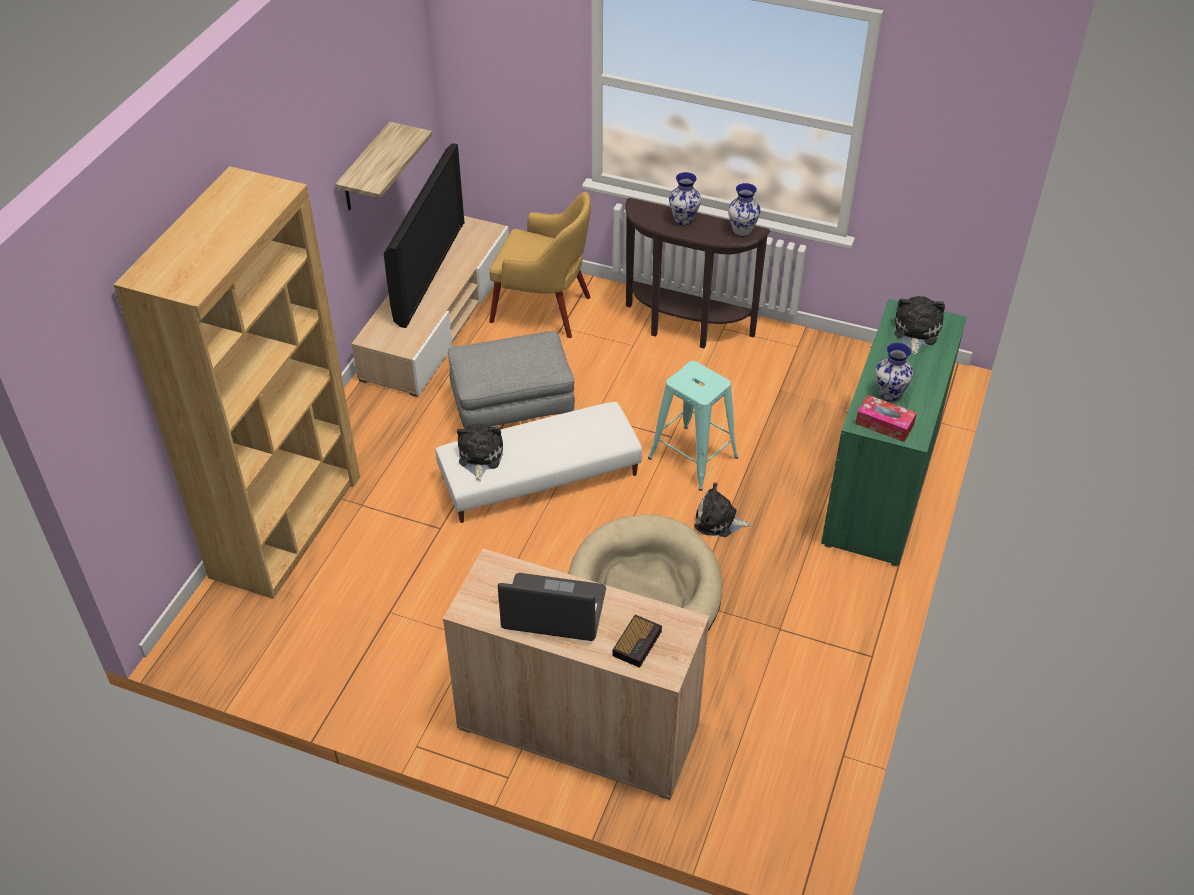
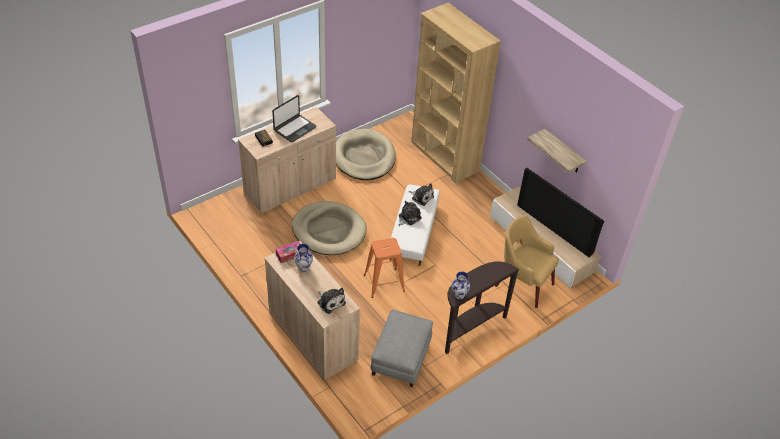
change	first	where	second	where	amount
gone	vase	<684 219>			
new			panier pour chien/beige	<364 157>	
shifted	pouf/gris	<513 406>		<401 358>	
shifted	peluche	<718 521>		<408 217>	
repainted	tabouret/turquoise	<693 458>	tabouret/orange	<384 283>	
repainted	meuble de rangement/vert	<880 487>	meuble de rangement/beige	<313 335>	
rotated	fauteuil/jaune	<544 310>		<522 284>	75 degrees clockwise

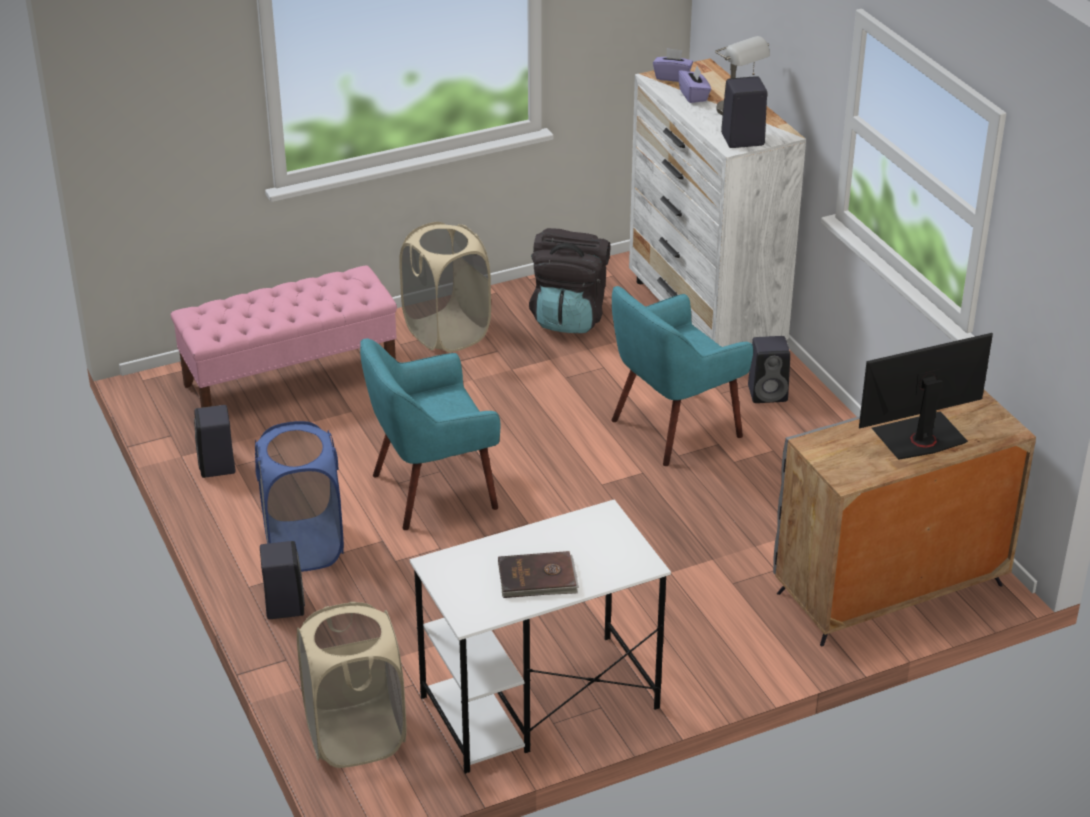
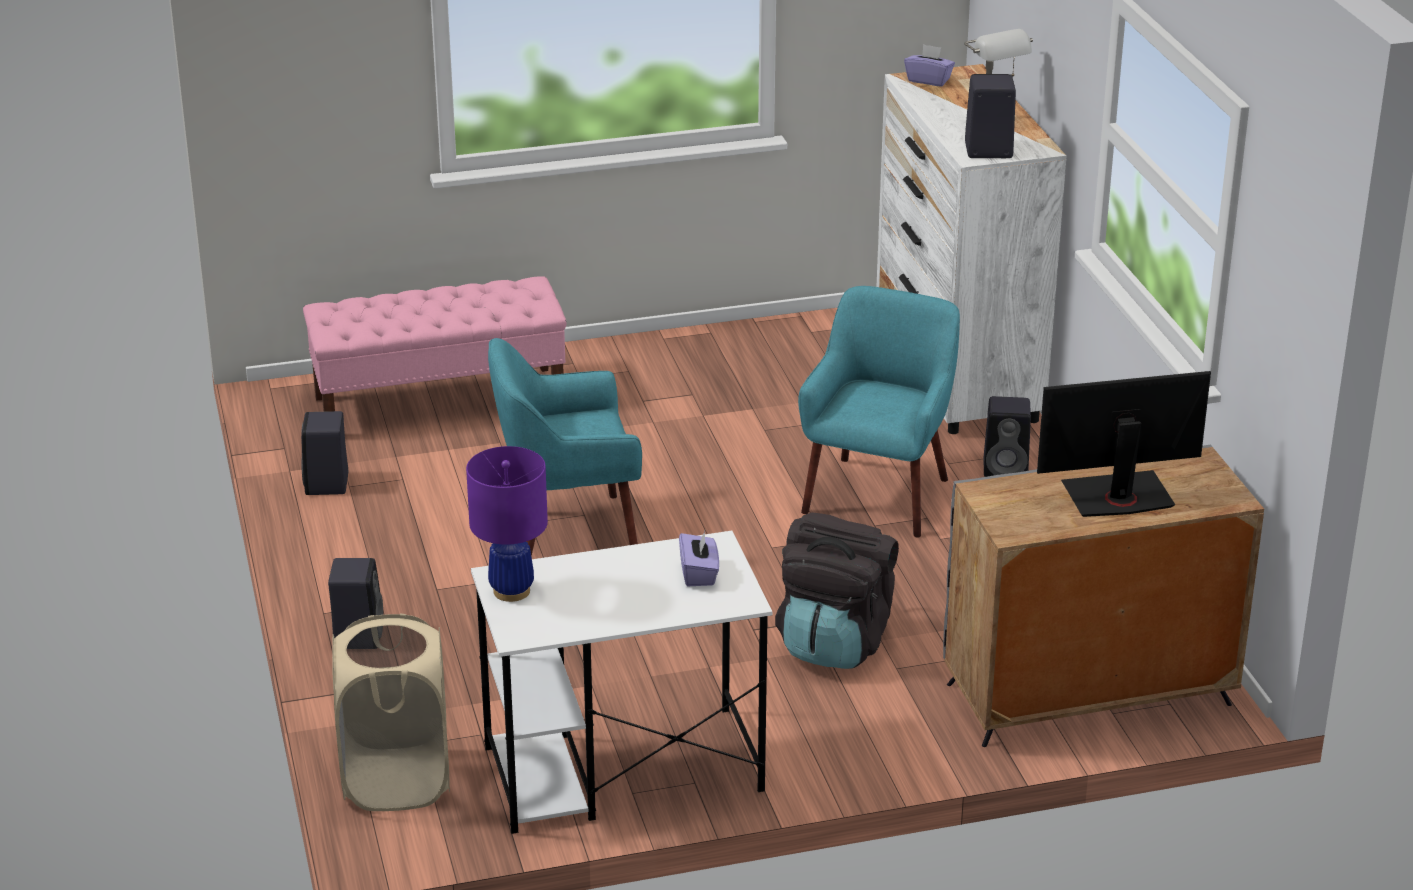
change	first	where	second	where	amount
gone	panier à linge/bleu	<303 546>			
gone	panier à linge/beige	<446 332>			
gone	livre/marron	<537 579>			
new			lampe de table/violet	<511 591>	
shifted	sac à dos/noir	<569 317>		<835 641>	
shifted	boîte à mouchoirs/violet	<693 95>		<699 573>	
rotated	fauteuil/turquoise	<674 427>		<878 495>	135 degrees clockwise

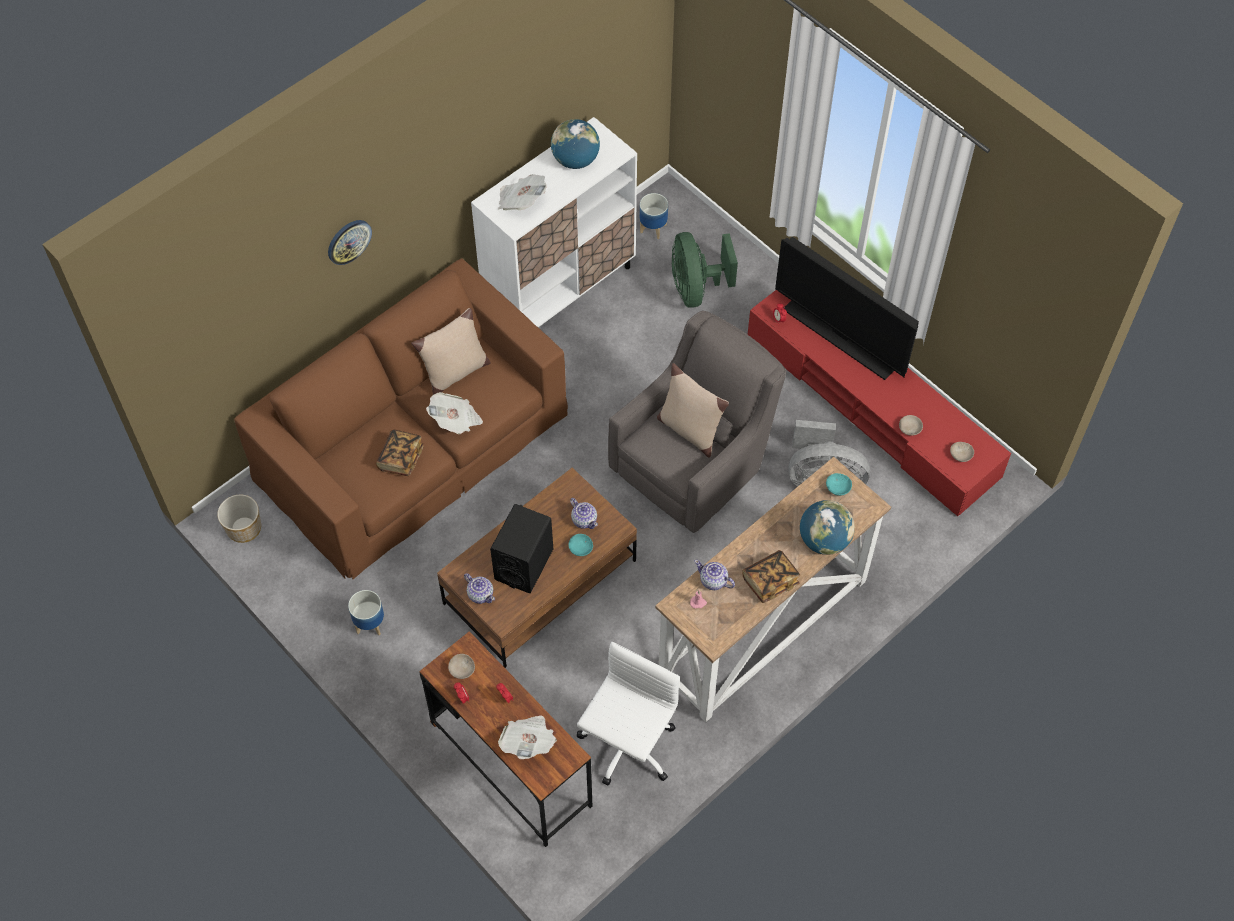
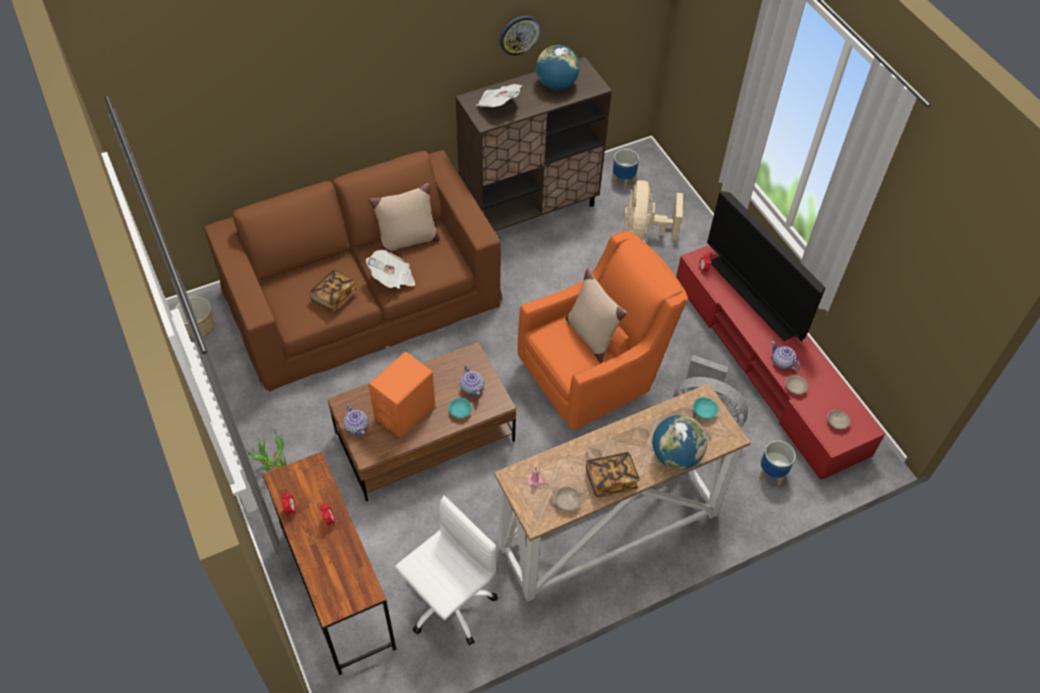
change	first	where	second	where	amount
gone	journal	<529 742>			
new			plante en pot	<272 466>	
shifted	horloge murale	<348 241>		<519 34>	
shifted	cache-pot	<369 624>		<771 473>	
shifted	bol/beige	<461 669>		<566 502>	
shifted	théière	<713 581>		<782 363>	
repainted	meuble de rangement/blanc	<560 290>	meuble de rangement/marron	<530 209>	
repainted	enceinte/noir	<524 564>	enceinte/orange	<405 411>	
repainted	fauteuil/gris	<694 465>	fauteuil/orange	<594 374>	
repainted	ventilateur/vert	<696 288>	ventilateur/beige	<643 234>	

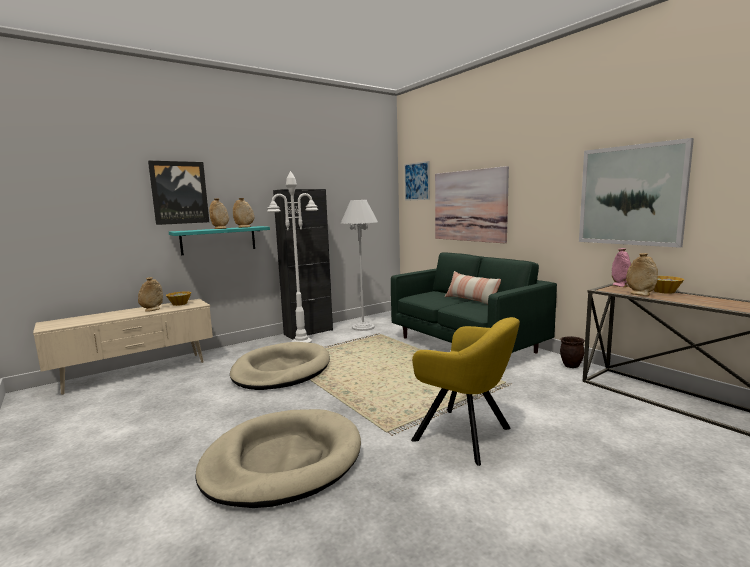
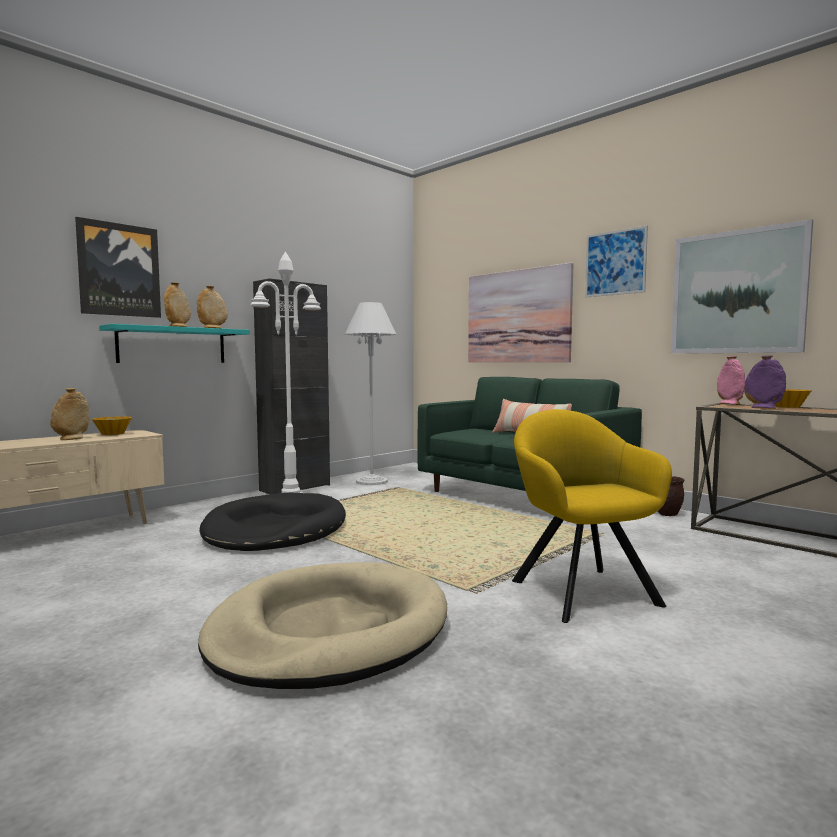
change	first	where	second	where	amount
shifted	tableau	<417 181>		<615 263>	
repainted	panier pour chien/beige	<281 370>	panier pour chien/noir	<275 529>	
repainted	vase/beige	<640 294>	vase/violet	<763 408>	
rotated	fauteuil/jaune	<467 436>		<580 589>	135 degrees counterclockwise

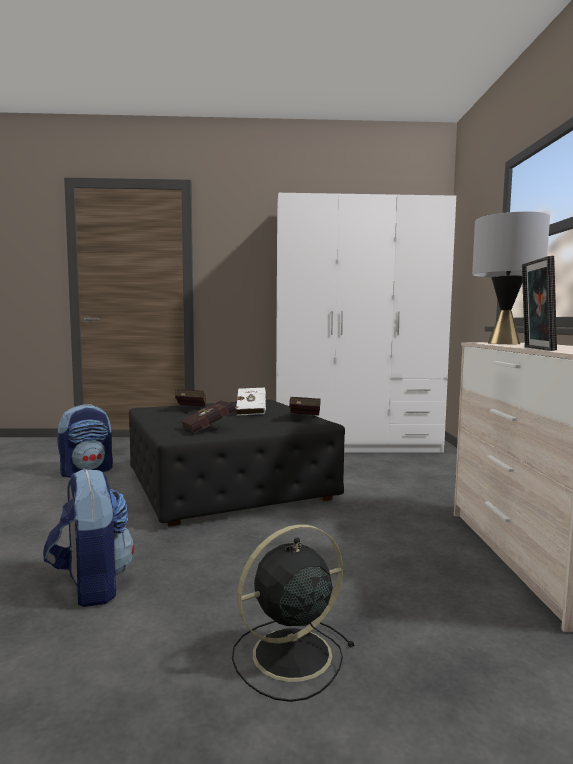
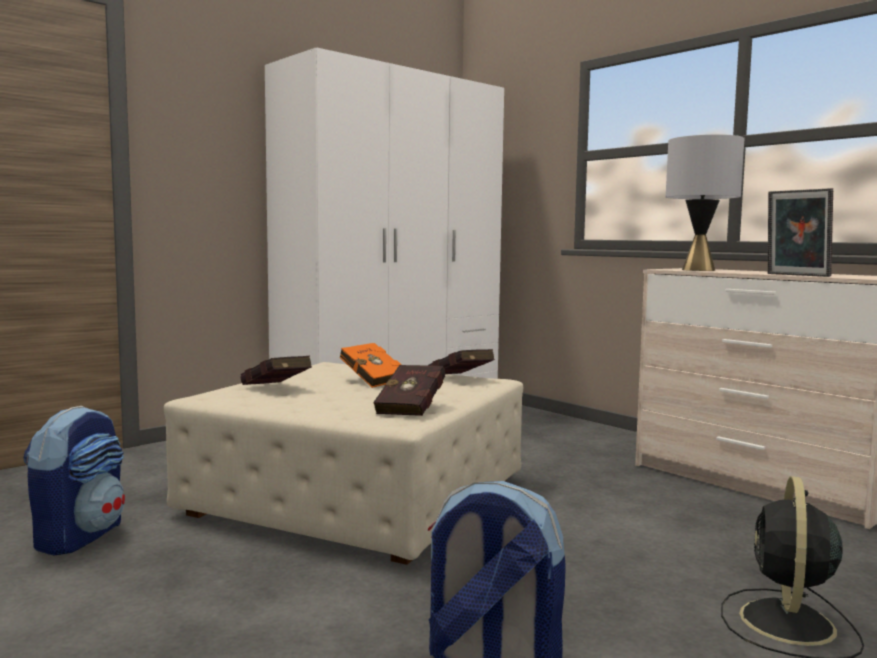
change	first	where	second	where	amount
repainted	pouf/noir	<230 486>	pouf/beige	<360 496>	
repainted	livre/blanc	<252 412>	livre/orange	<372 380>	

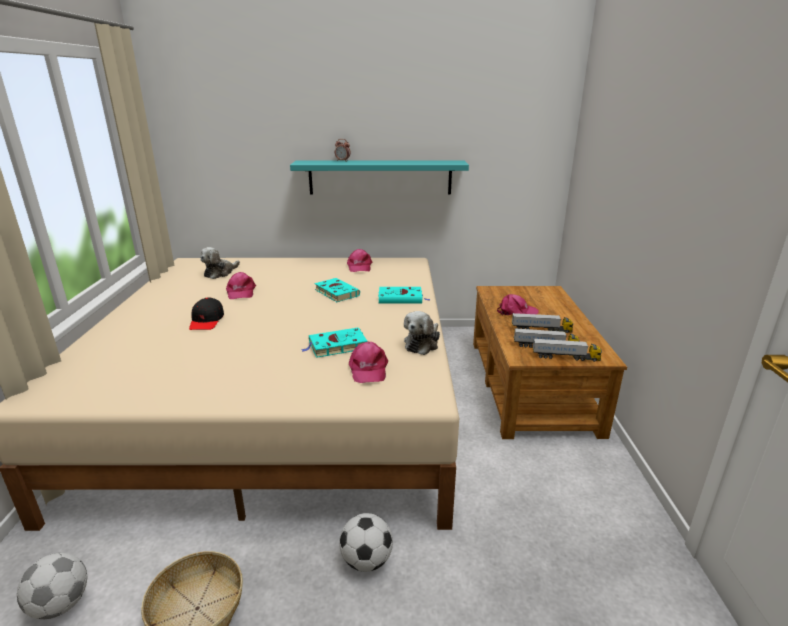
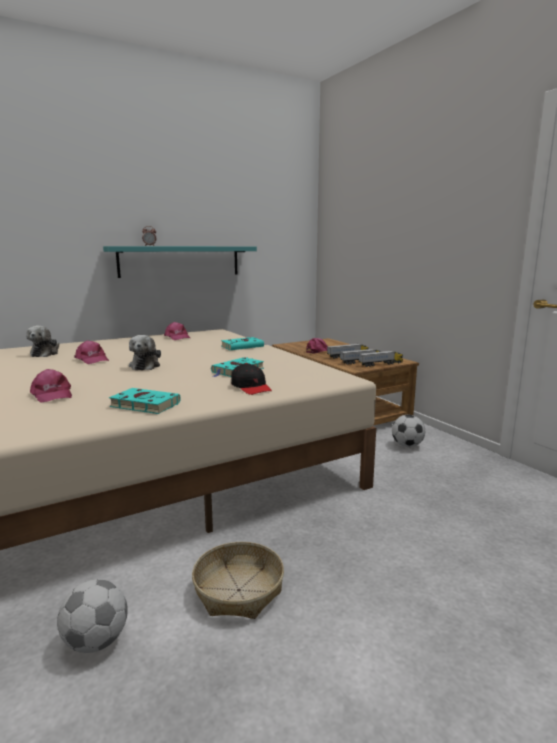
change	first	where	second	where	amount
shifted	casquette/noir	<207 321>		<251 387>	
shifted	livre/turquoise	<336 292>		<143 405>	
shifted	ballon de foot	<366 560>		<407 445>	
shifted	casquette/rose	<368 369>		<51 394>	
shifted	peluche	<422 343>		<145 366>	

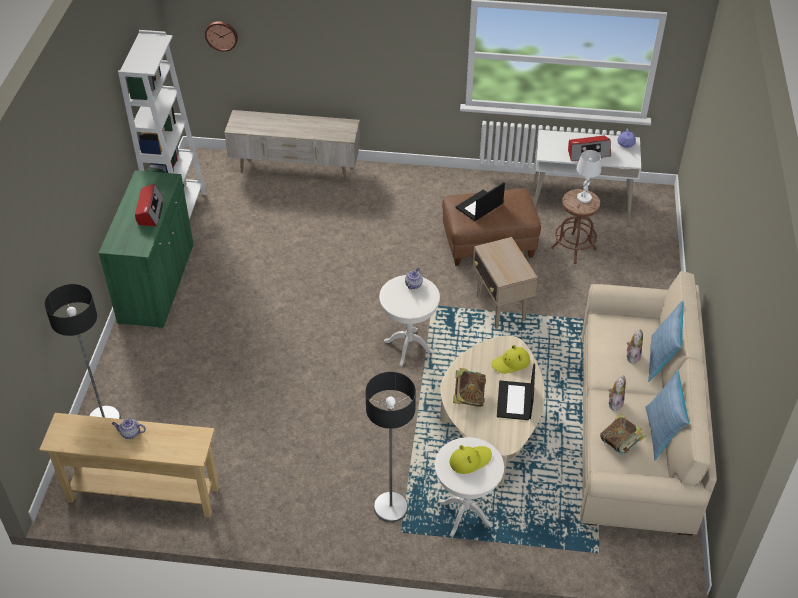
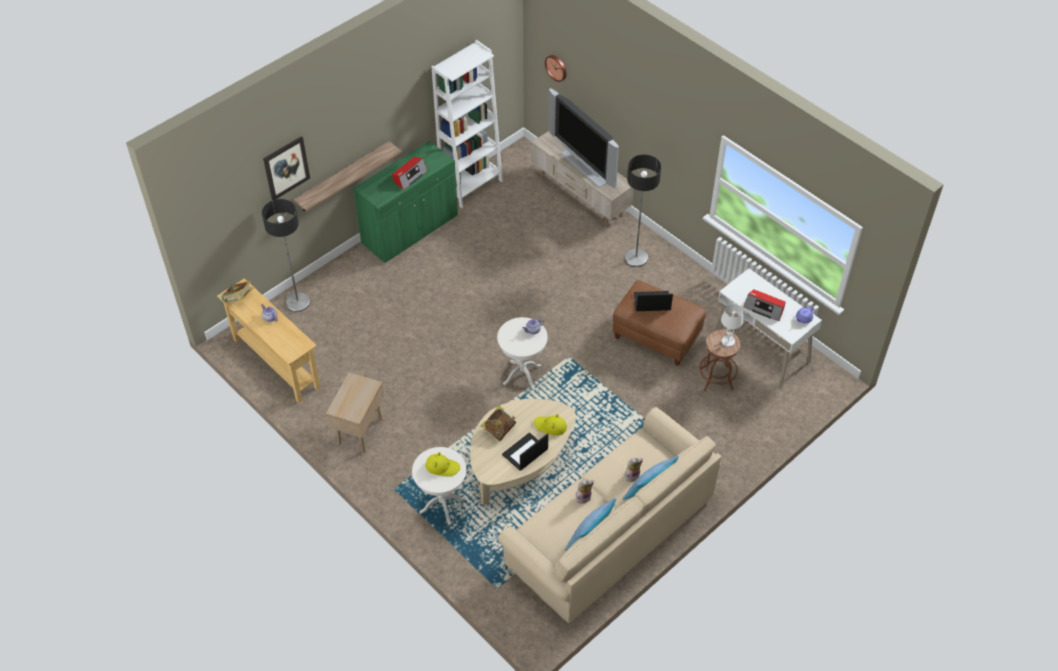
change	first	where	second	where	amount
new			tableau	<286 168>	
new			étagère	<343 177>	
new			téléviseur	<586 166>	
shifted	lampadaire	<390 507>		<635 258>	
shifted	table d'appoint/beige	<500 308>		<359 432>	
shifted	livre	<620 444>		<239 300>	

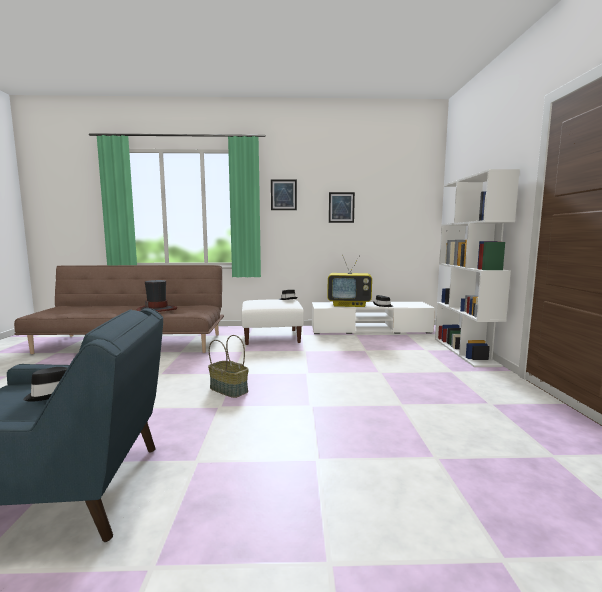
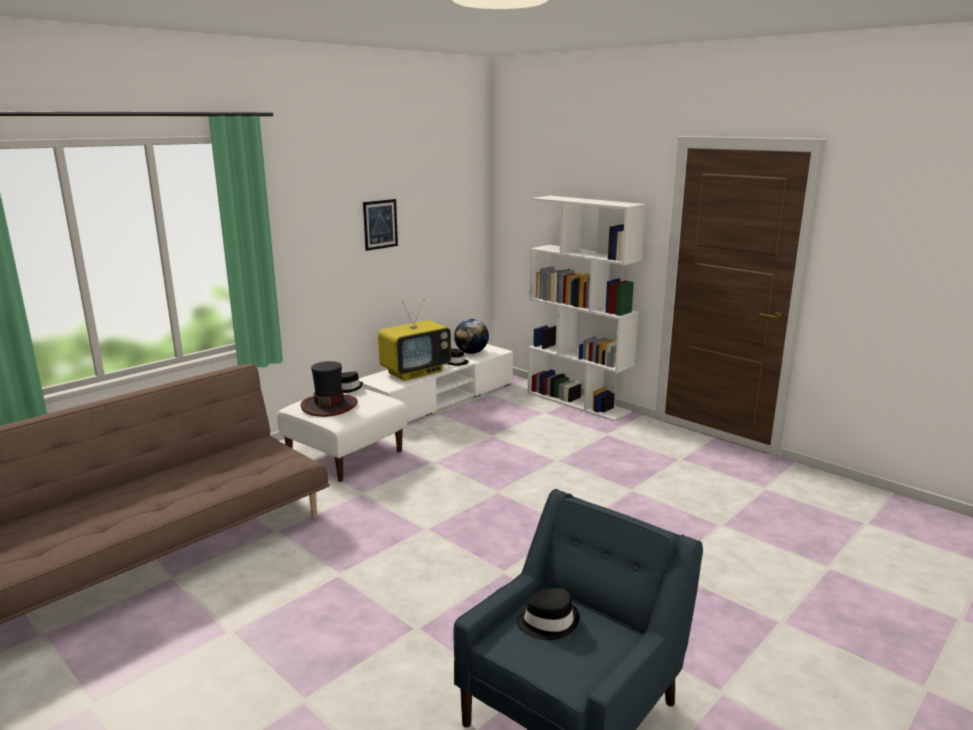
change	first	where	second	where	amount
gone	panier	<229 390>			
gone	tableau	<283 195>			
new			globe	<471 352>	
shifted	chapeau	<157 309>		<329 405>	

